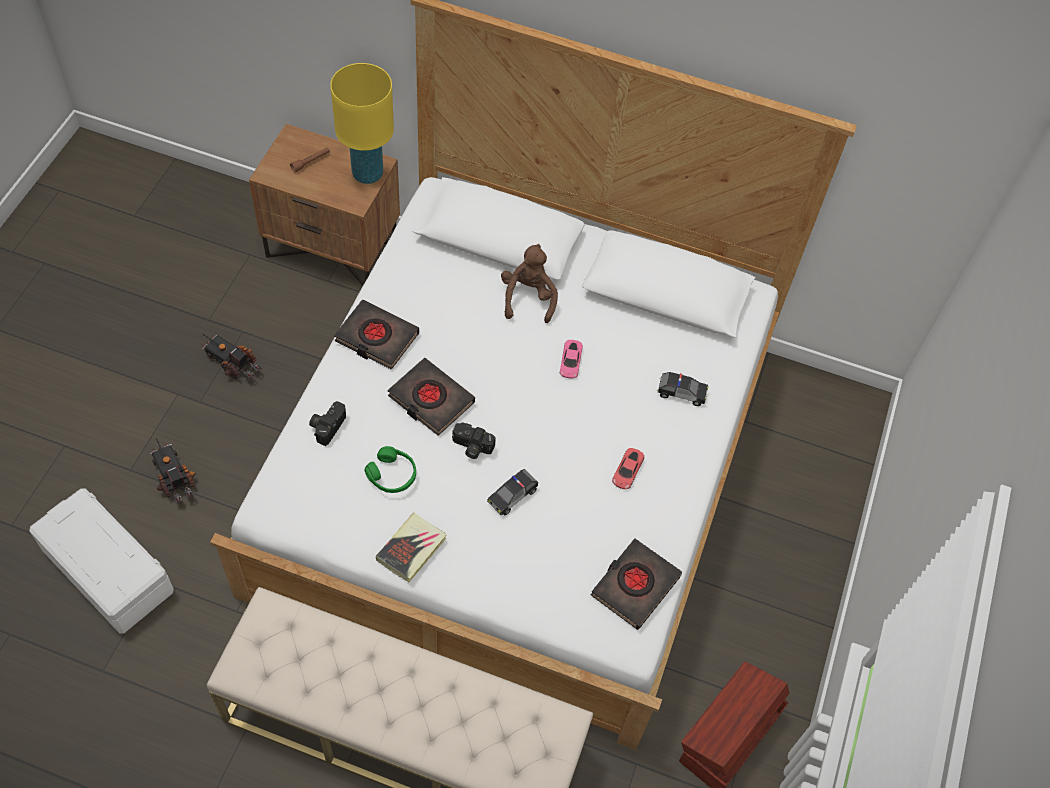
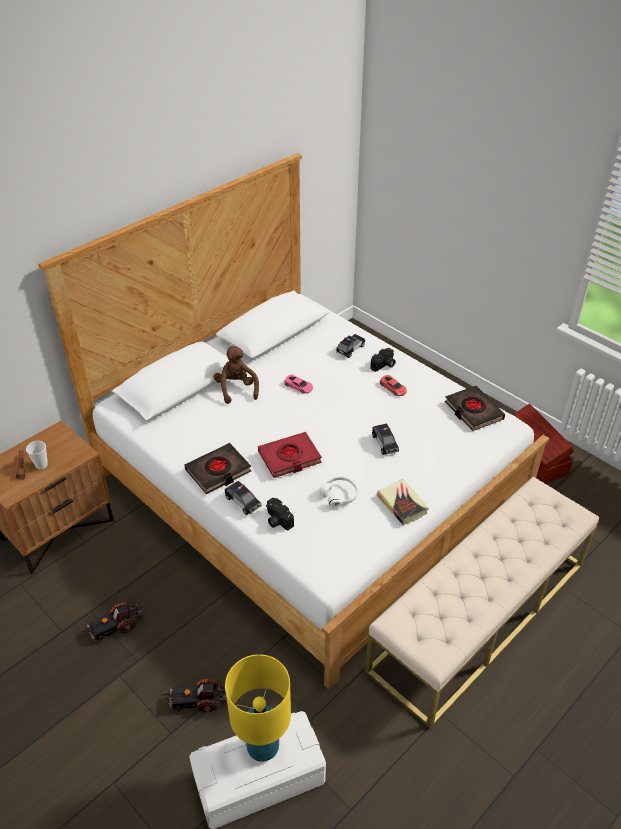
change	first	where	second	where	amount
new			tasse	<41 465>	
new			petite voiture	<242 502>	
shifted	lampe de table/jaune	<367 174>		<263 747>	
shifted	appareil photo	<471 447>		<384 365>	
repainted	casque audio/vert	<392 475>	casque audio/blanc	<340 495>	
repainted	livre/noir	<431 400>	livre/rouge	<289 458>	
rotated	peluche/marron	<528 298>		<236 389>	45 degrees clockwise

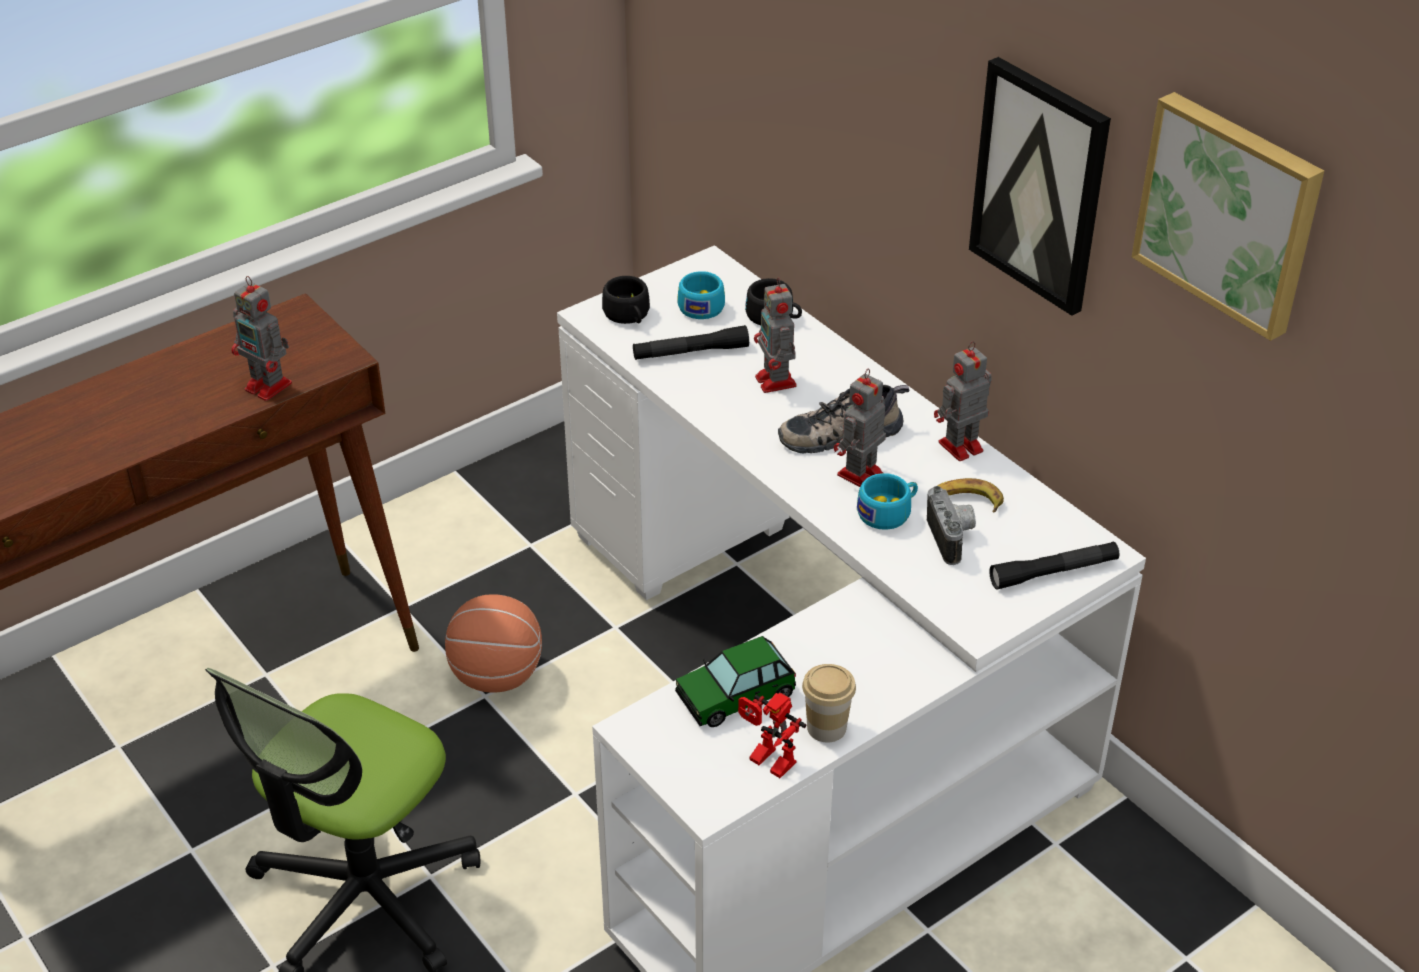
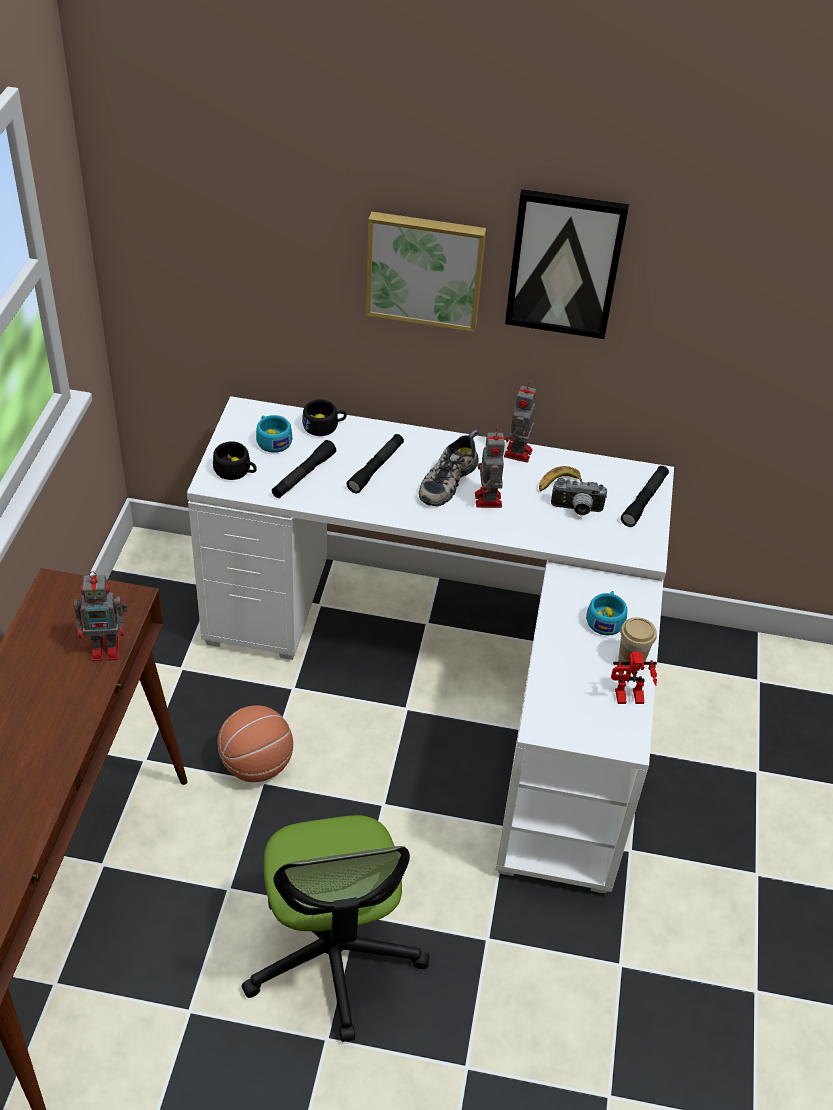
change	first	where	second	where	amount
gone	petite voiture	<735 695>			
shifted	tasse/turquoise	<888 512>		<606 619>	
shifted	tableau	<1230 212>		<425 269>	
swapped	robot jouet	<776 382>	lampe de poche/noir	<376 468>	
rotated	appareil photo	<952 538>		<576 510>	150 degrees clockwise

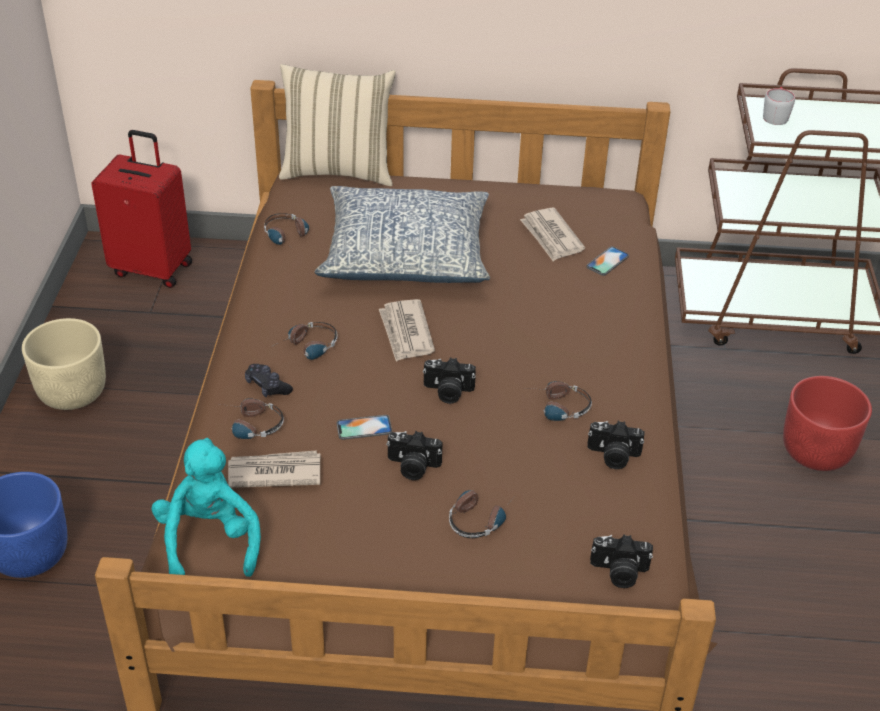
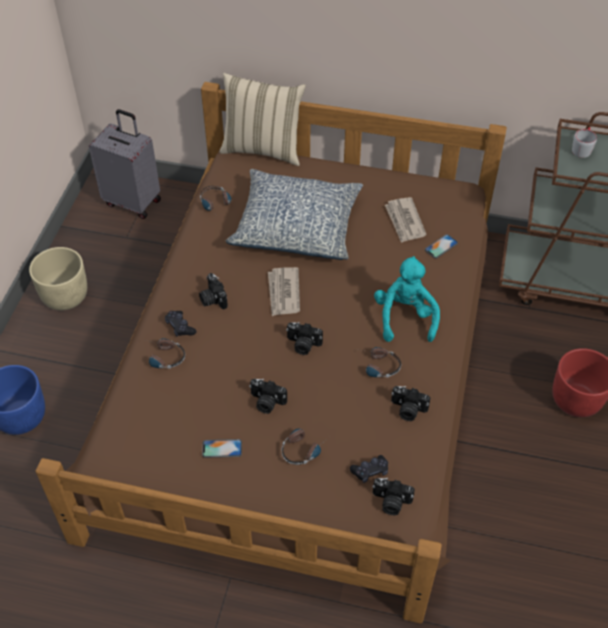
change	first	where	second	where	amount
gone	journal	<274 472>			
new			manette/noir	<370 471>	
shifted	peluche/turquoise	<209 541>		<405 317>	
shifted	téléphone	<364 428>		<222 448>	
swapped	casque audio	<307 348>	appareil photo	<212 299>	
repainted	valise/rouge	<153 268>	valise/gris	<133 201>	

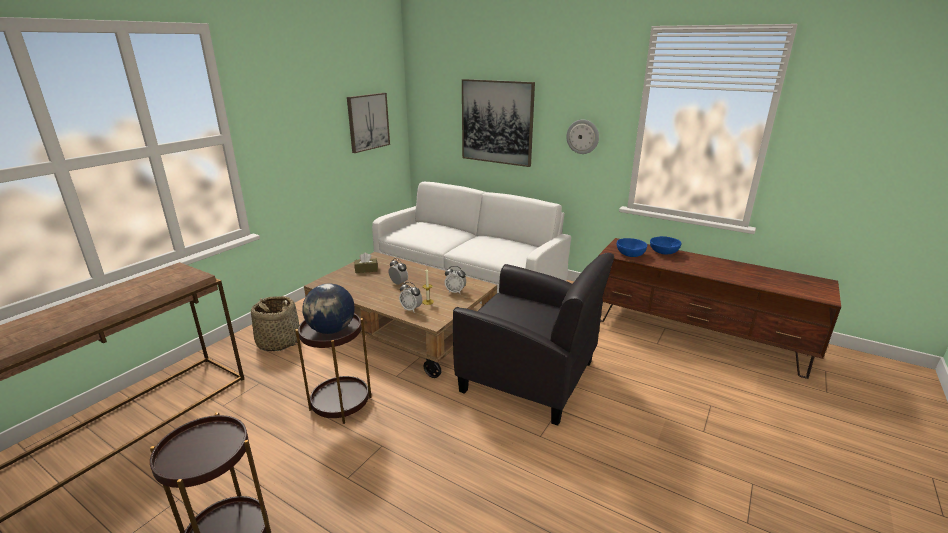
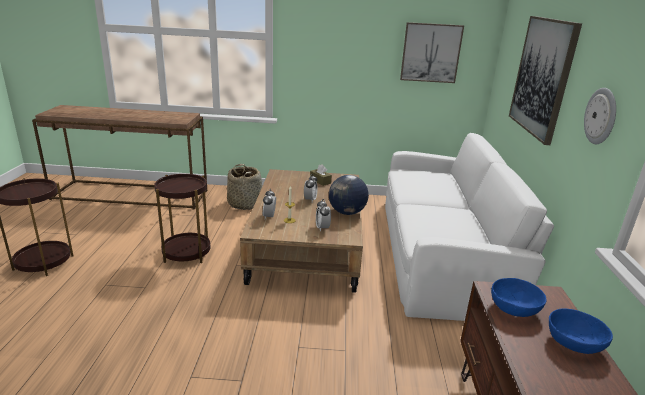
change	first	where	second	where	amount
gone	fauteuil/noir	<529 377>			
shifted	globe	<332 330>		<347 213>	

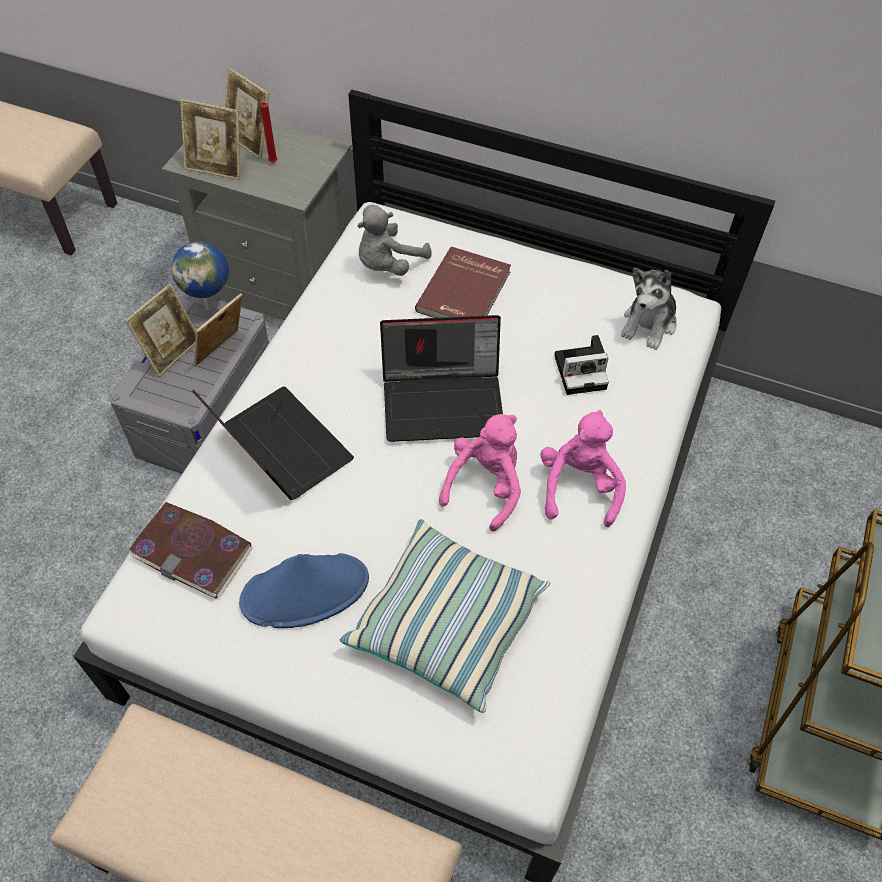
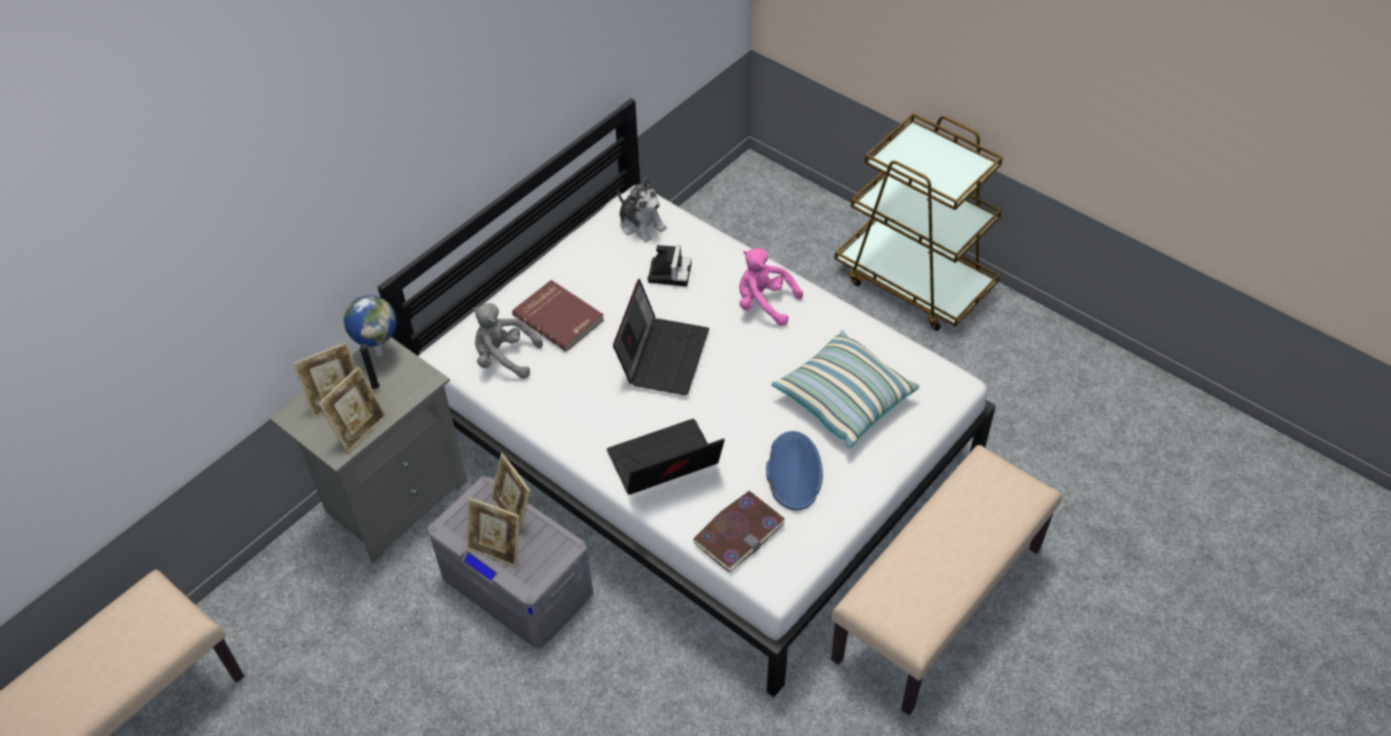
change	first	where	second	where	amount
gone	peluche/rose	<485 486>			
shifted	globe	<211 306>		<379 352>	
repainted	bougie/rouge	<272 163>	bougie/noir	<376 389>	
rotated	cadre photo	<172 352>		<496 549>	150 degrees clockwise
rotated	peluche/gris	<388 264>		<504 358>	135 degrees clockwise

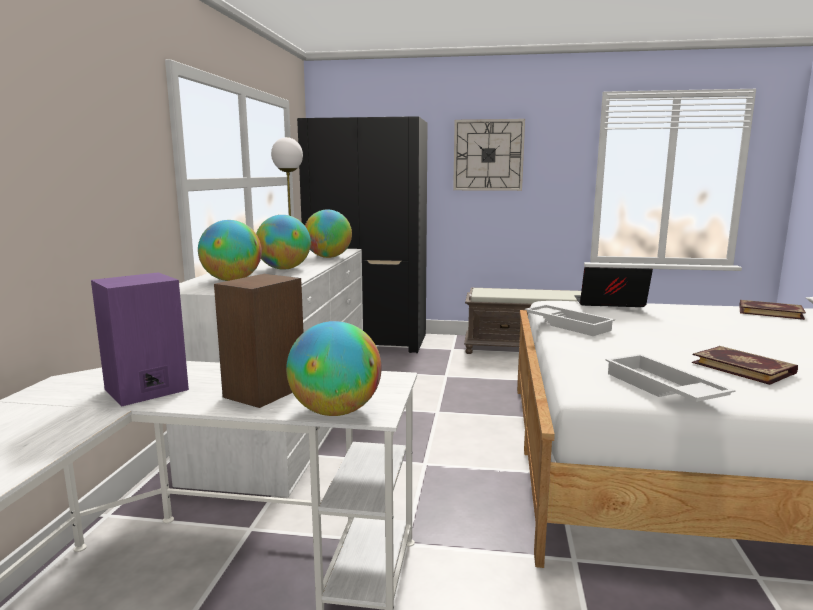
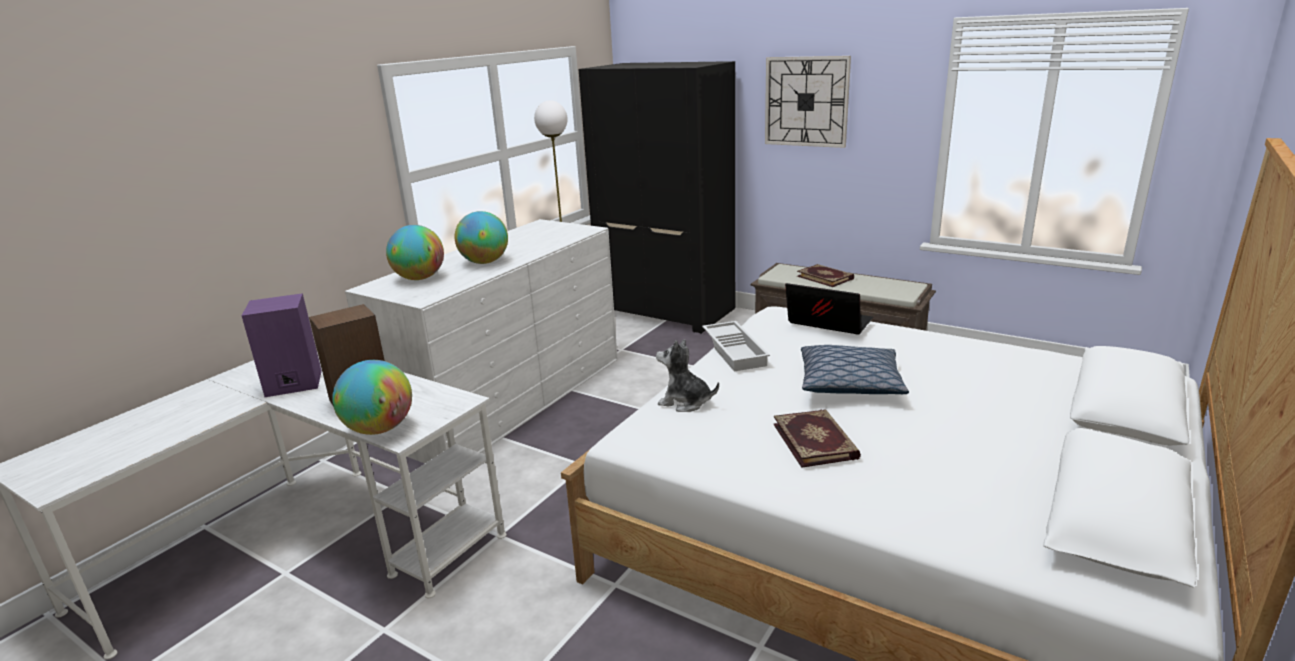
change	first	where	second	where	amount
gone	globe	<328 257>			
gone	plateau/blanc	<661 388>			
new			peluche	<685 402>	
new			coussin	<850 383>	
shifted	livre	<770 312>		<825 277>	

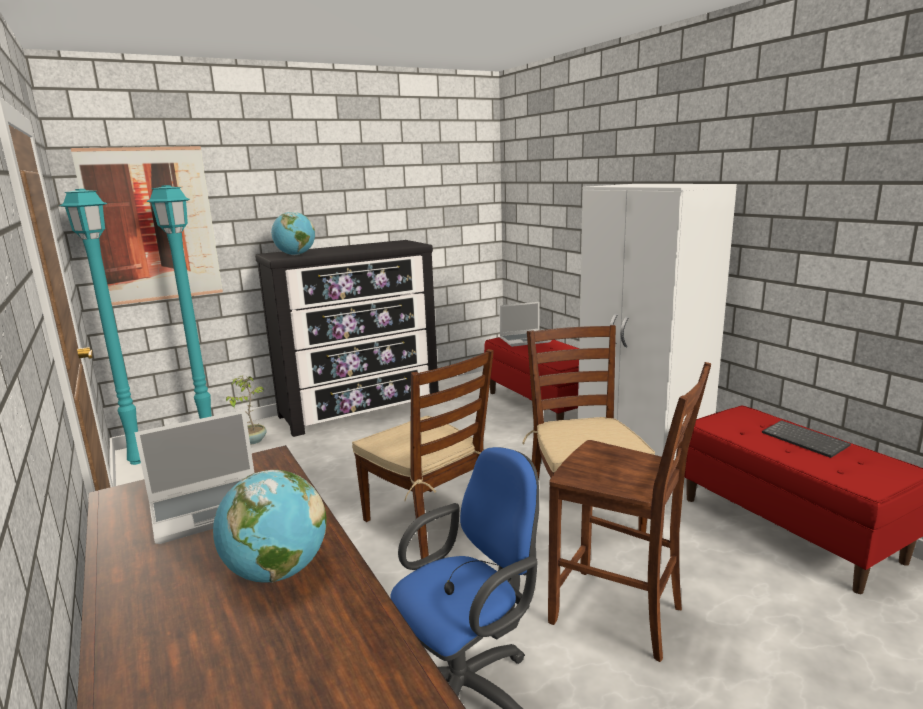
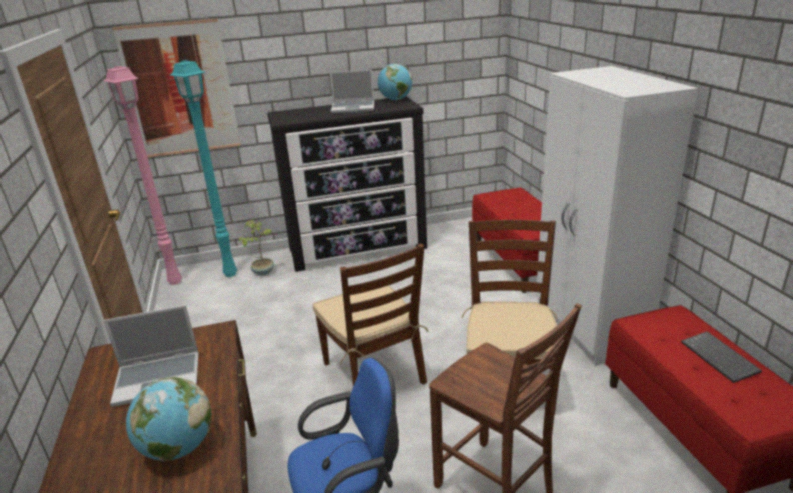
change	first	where	second	where	amount
shifted	globe	<295 255>		<395 100>	
shifted	ordinateur portable	<525 340>		<353 108>	
repainted	lampadaire/turquoise	<138 460>	lampadaire/rose	<175 281>	

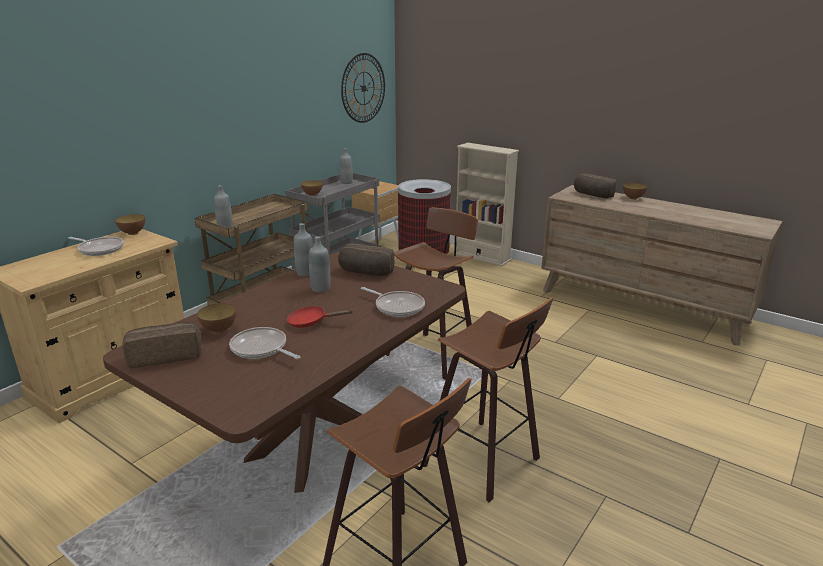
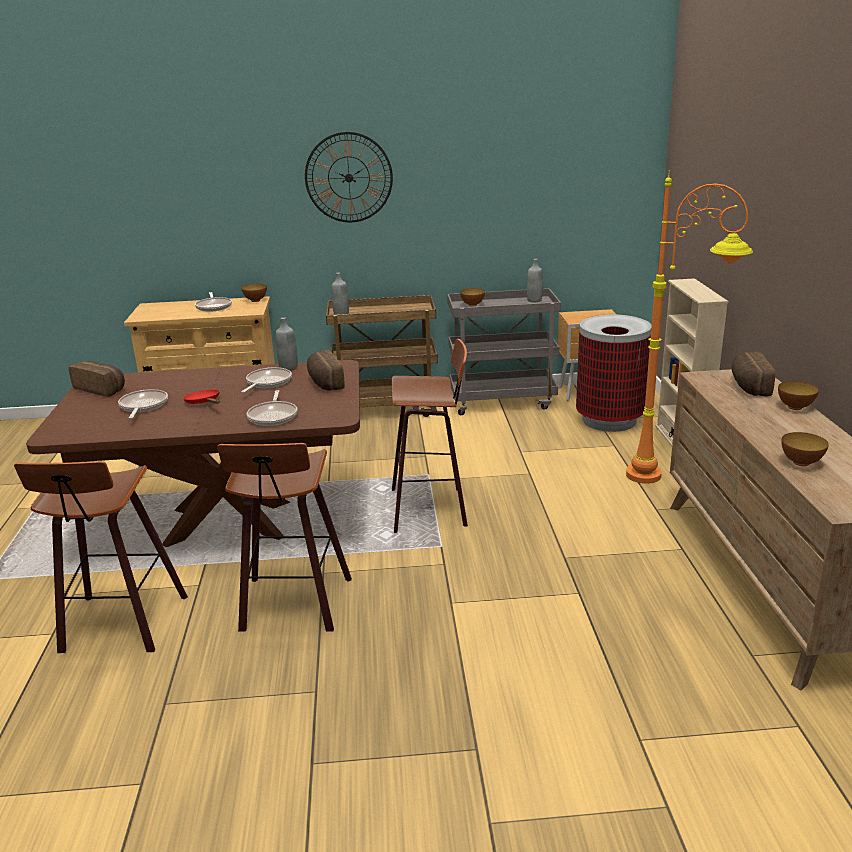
change	first	where	second	where	amount
new			lampadaire/orange	<674 480>	
shifted	bol	<219 330>		<801 463>	
shifted	horloge murale	<363 88>		<348 177>	
swapped	bouteille/gris	<320 289>	poêle	<267 383>	

